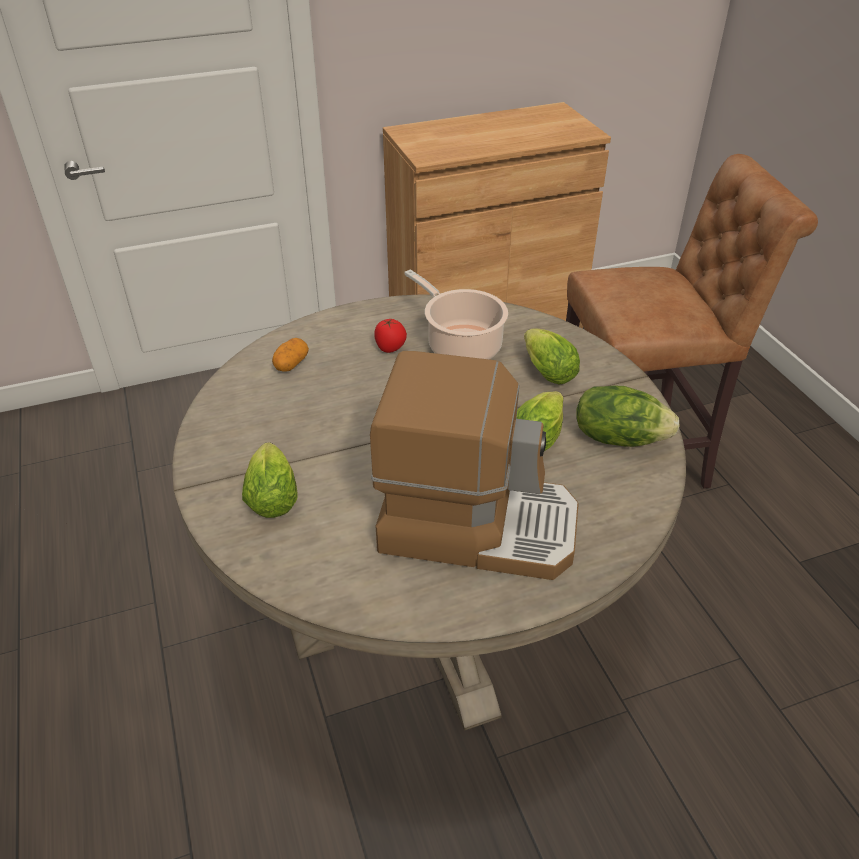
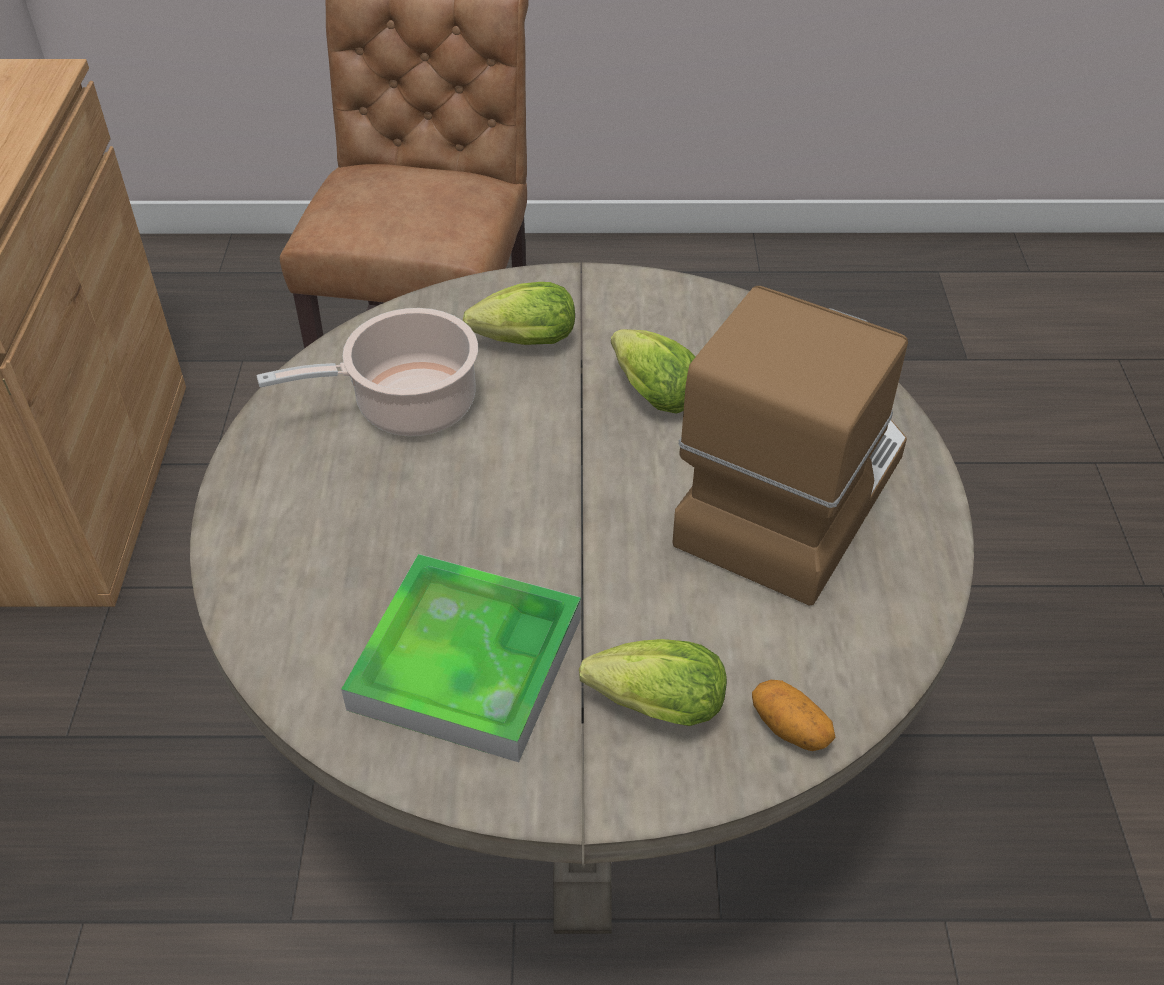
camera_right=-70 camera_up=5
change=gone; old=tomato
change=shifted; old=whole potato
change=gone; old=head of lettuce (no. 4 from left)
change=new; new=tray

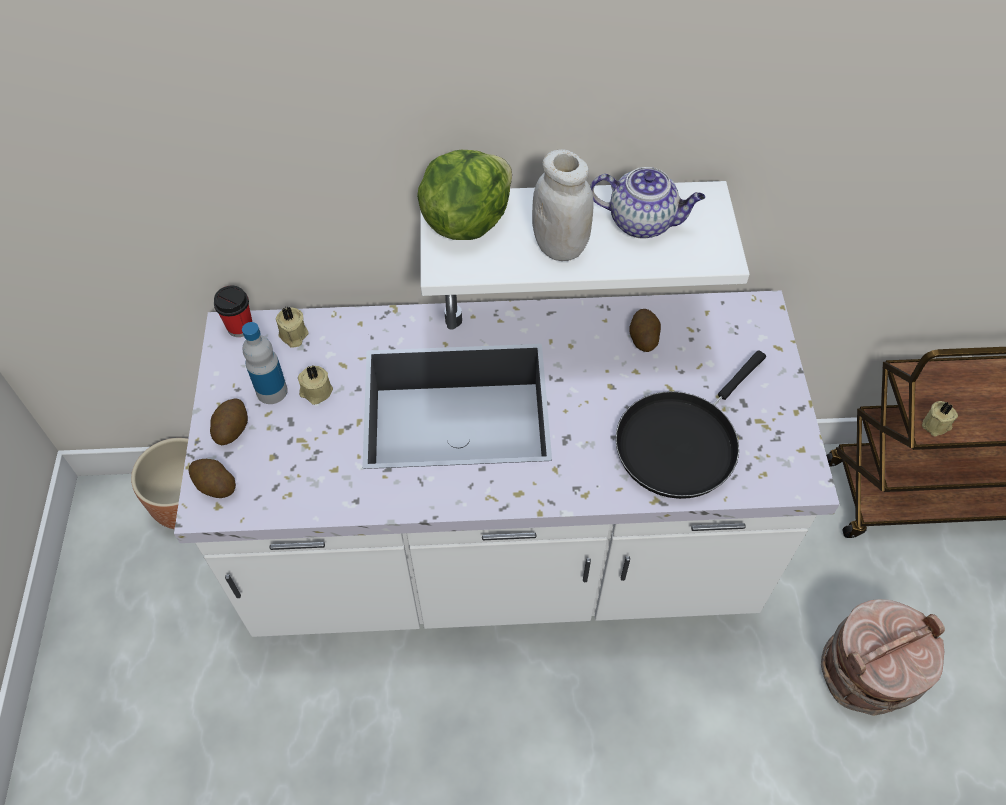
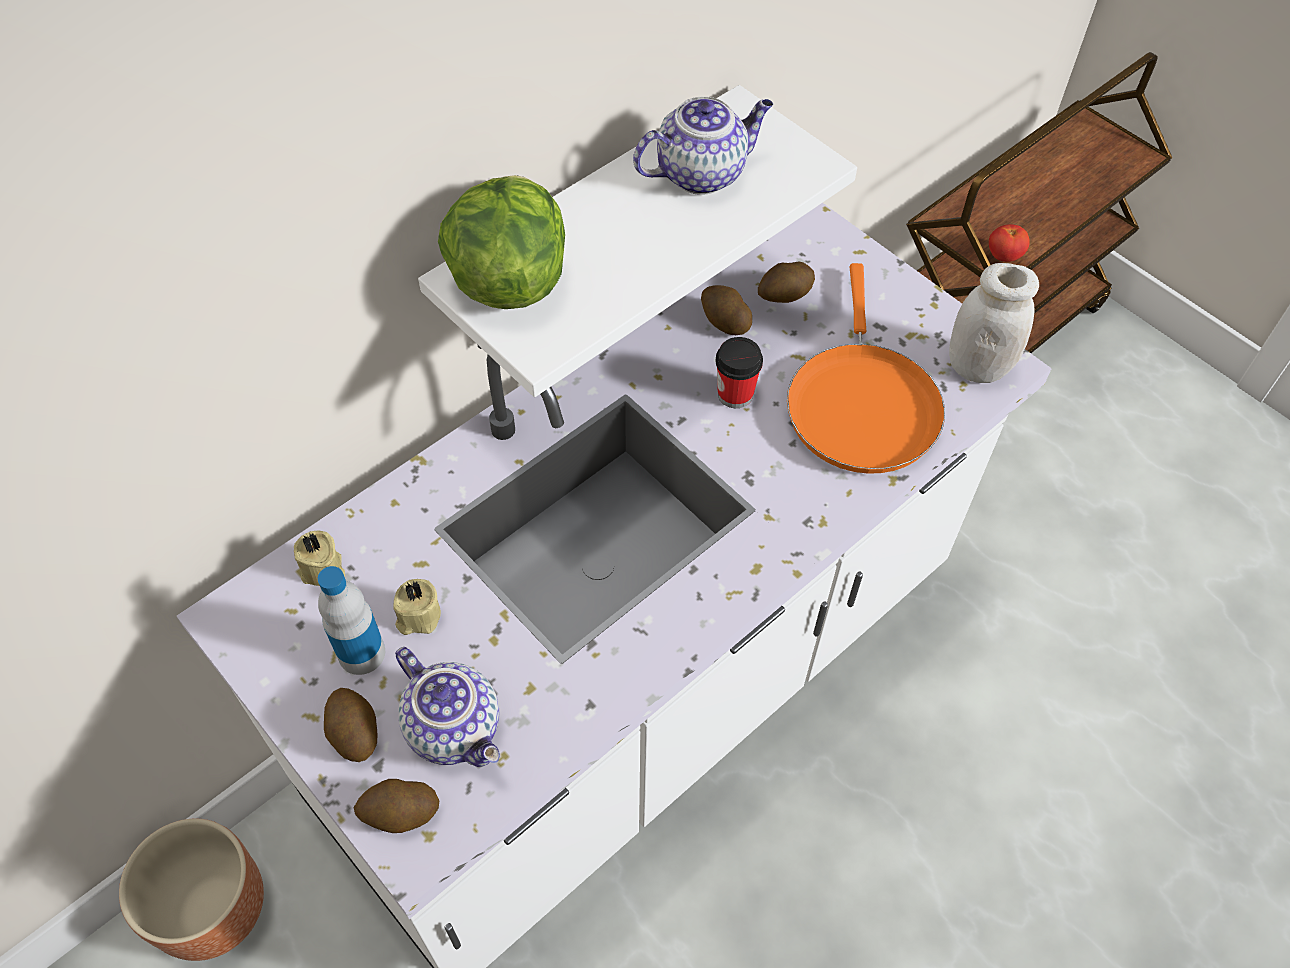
camera_right=-40 camera_up=0
change=shifted; old=white preserve jar
change=shifted; old=small cup
change=repainted; old=blackish pan; new=orange pan
change=swapped; old=beige-coloured candle (no. 3 from left); new=tomato
change=gone; old=brownish pail
change=new; new=whole potato (no. 4 from left)
change=new; new=tea pot (no. 1 from left)

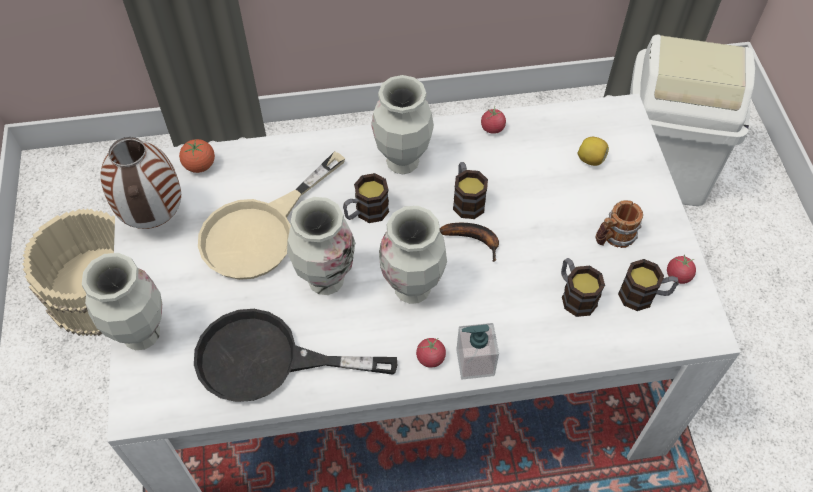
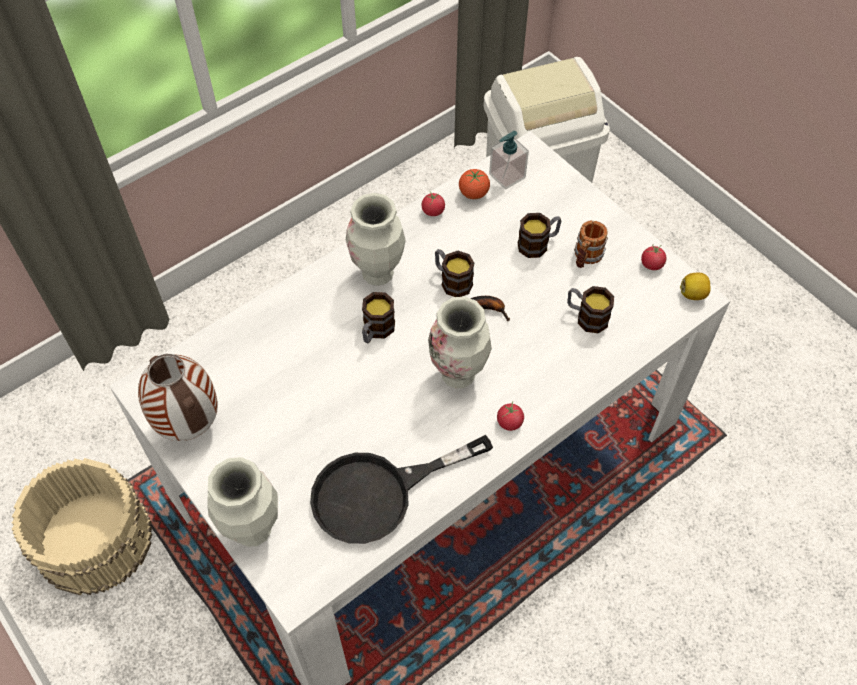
camera_right=-30 camera_up=0
change=shifted; old=whole lemon
change=shifted; old=tomato (no. 1 from left in the first image); new=tomato (no. 2 from left)
change=gone; old=beige-coloured pan
change=gone; old=vase (no. 3 from left)
change=shifted; old=tea mug (no. 5 from left in the first image); new=tea mug (no. 3 from left)
change=shifted; old=soap dispenser

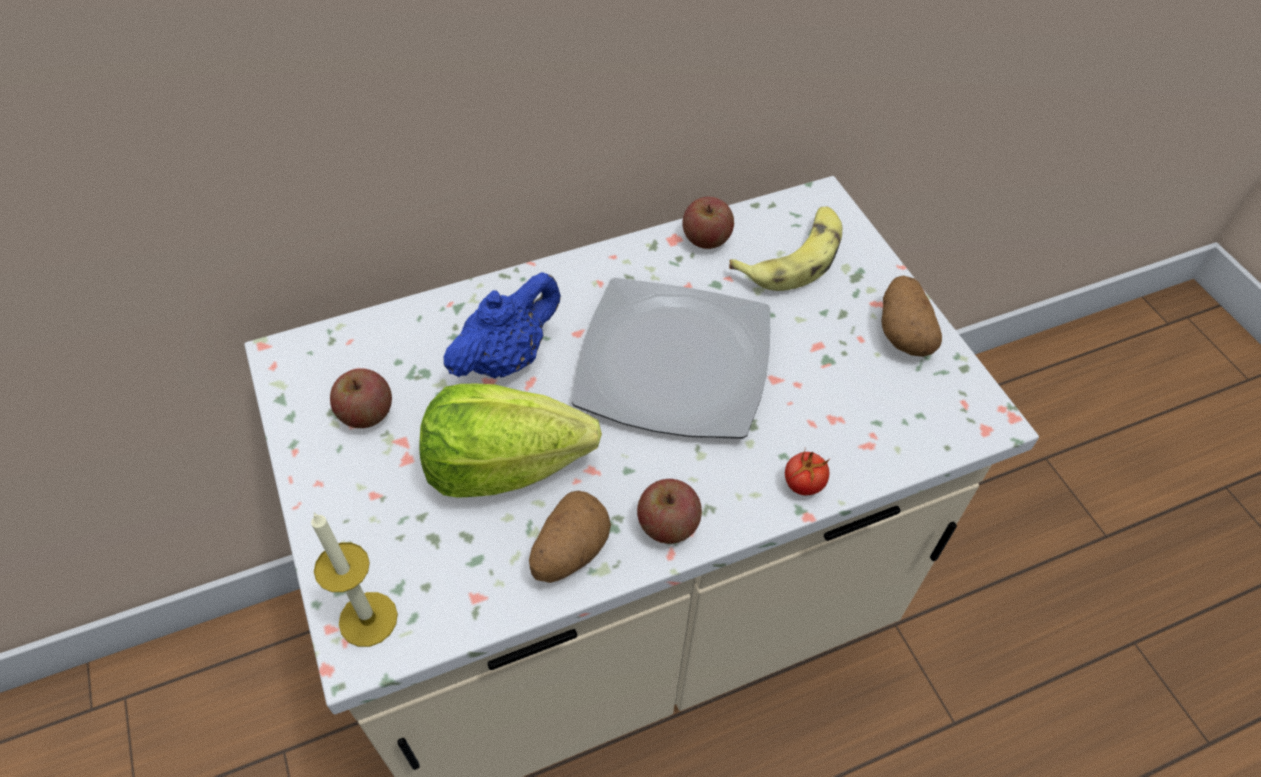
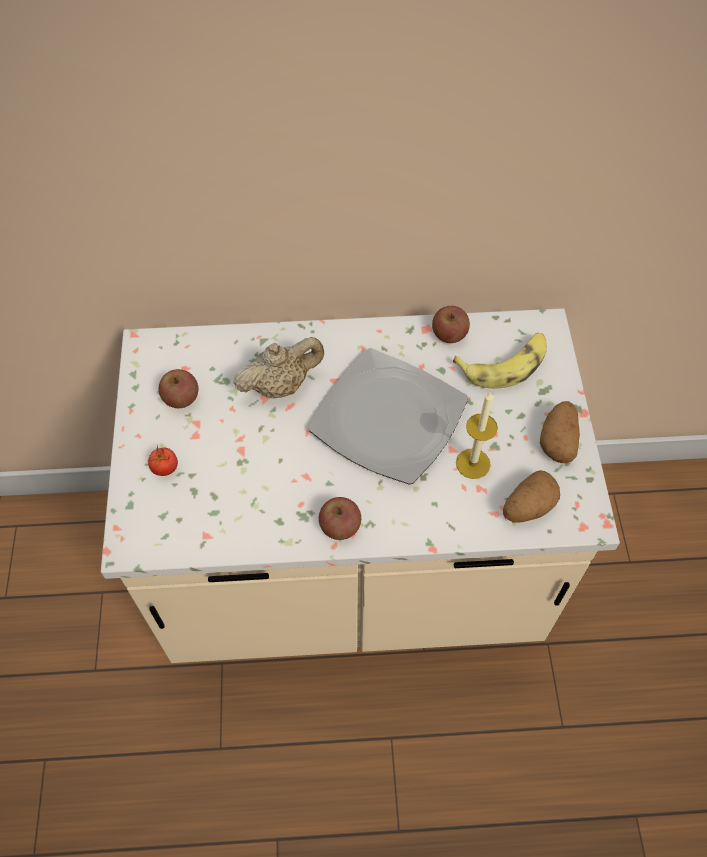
camera_right=20 camera_up=5
change=repainted; old=blue tea pot; new=beige-coloured tea pot
change=gone; old=head of lettuce
change=shifted; old=tomato
change=shifted; old=whole potato (no. 1 from left)
change=shifted; old=candle

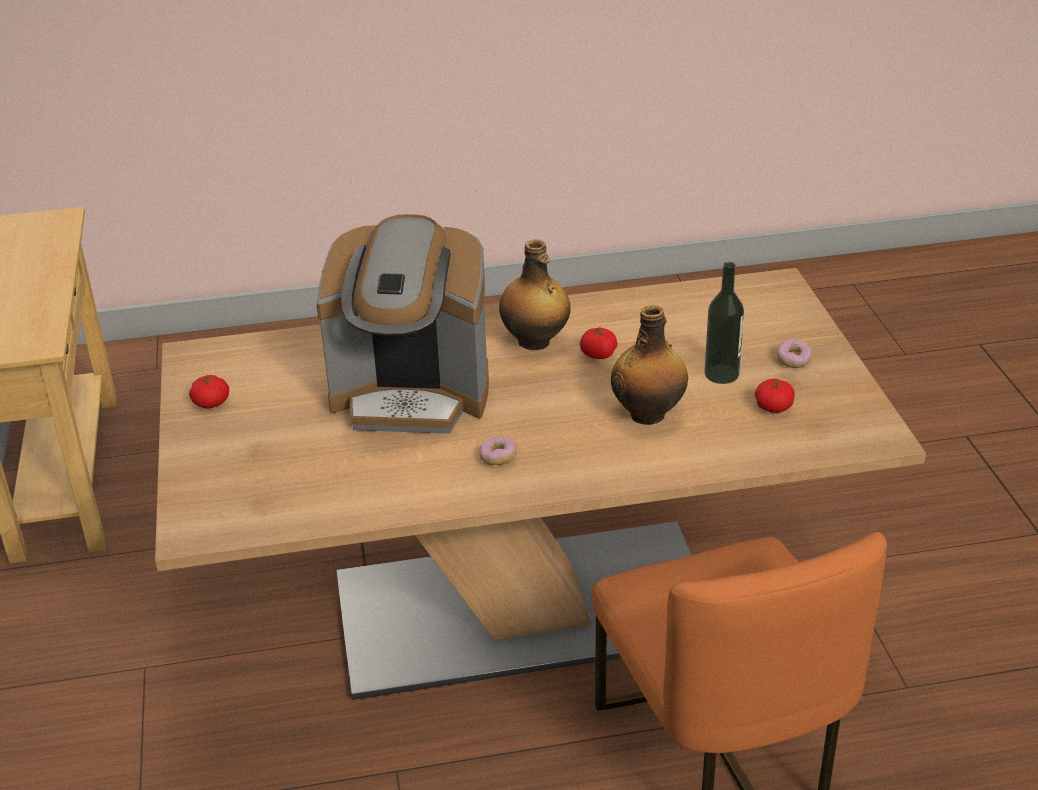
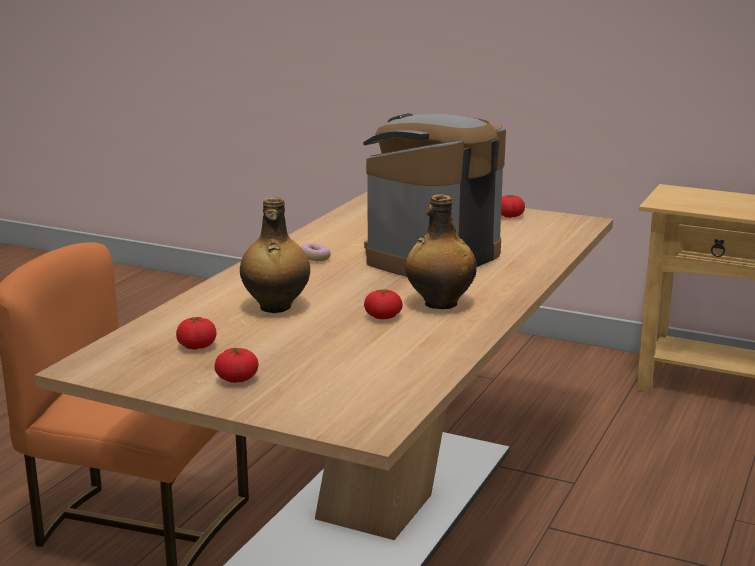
camera_right=125 camera_up=-15
change=gone; old=beverage bottle (no. 3 from left)
change=swapped; old=ring doughnut (no. 2 from left); new=tomato (no. 2 from left)

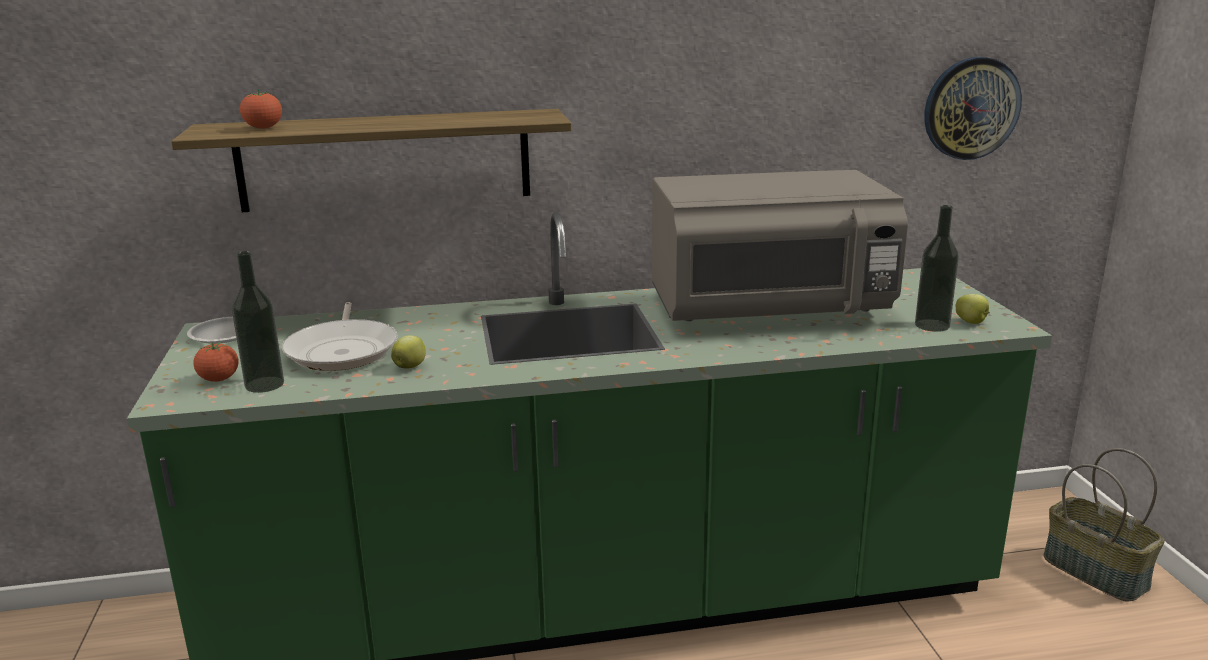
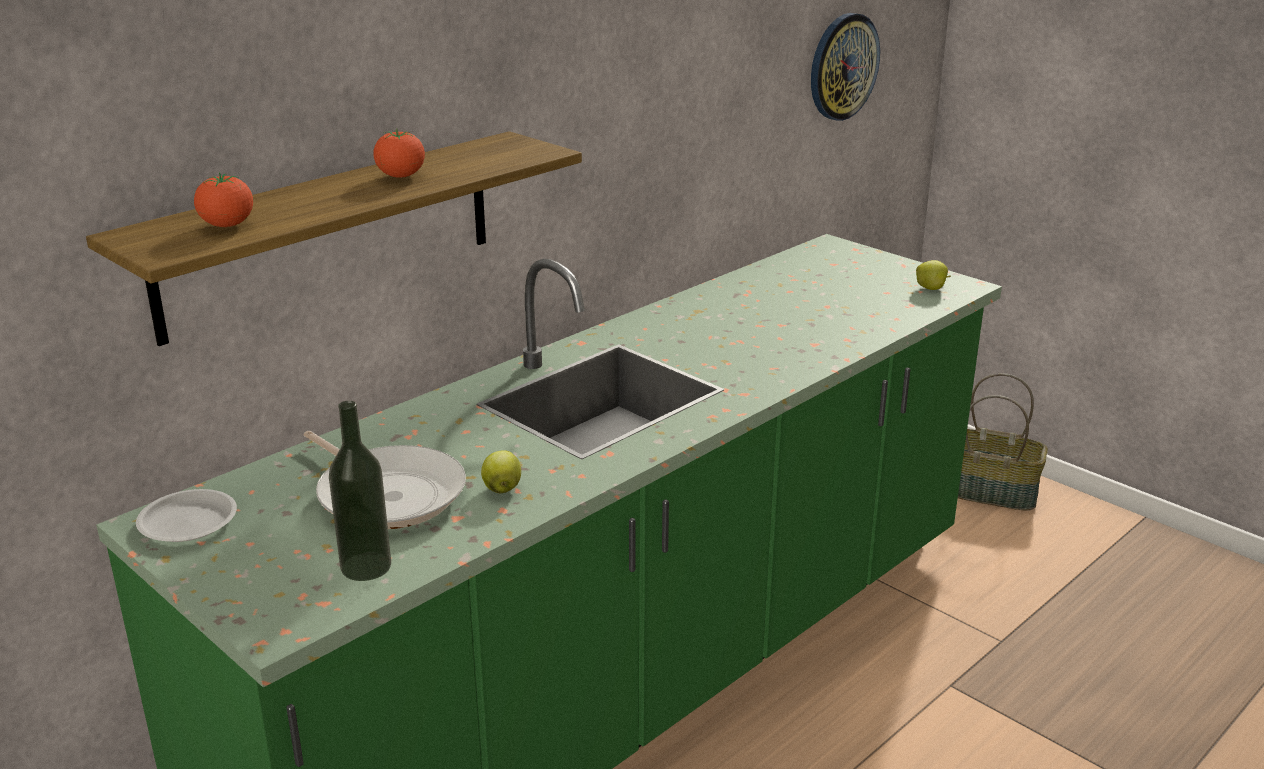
camera_right=-35 camera_up=5
change=gone; old=greyish microwave oven
change=gone; old=beverage bottle (no. 2 from left)
change=shifted; old=tomato (no. 1 from left in the first image); new=tomato (no. 2 from left)

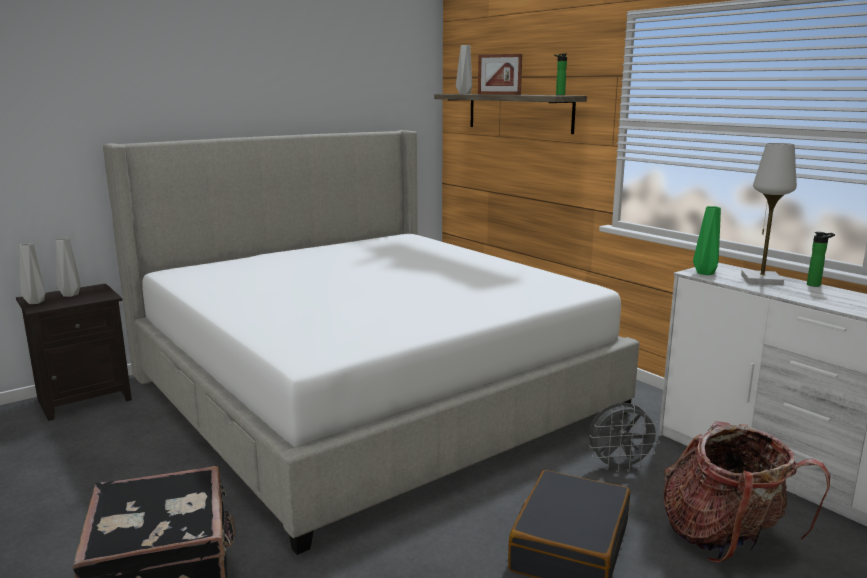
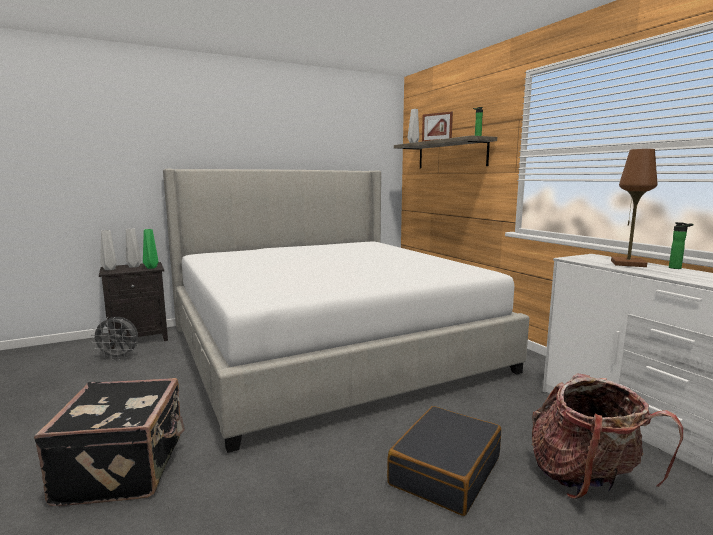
camera_right=10 camera_up=-5
change=repainted; old=white tabletop lamp; new=brownish tabletop lamp
change=shifted; old=green vase
change=shifted; old=greyish cooling fan

